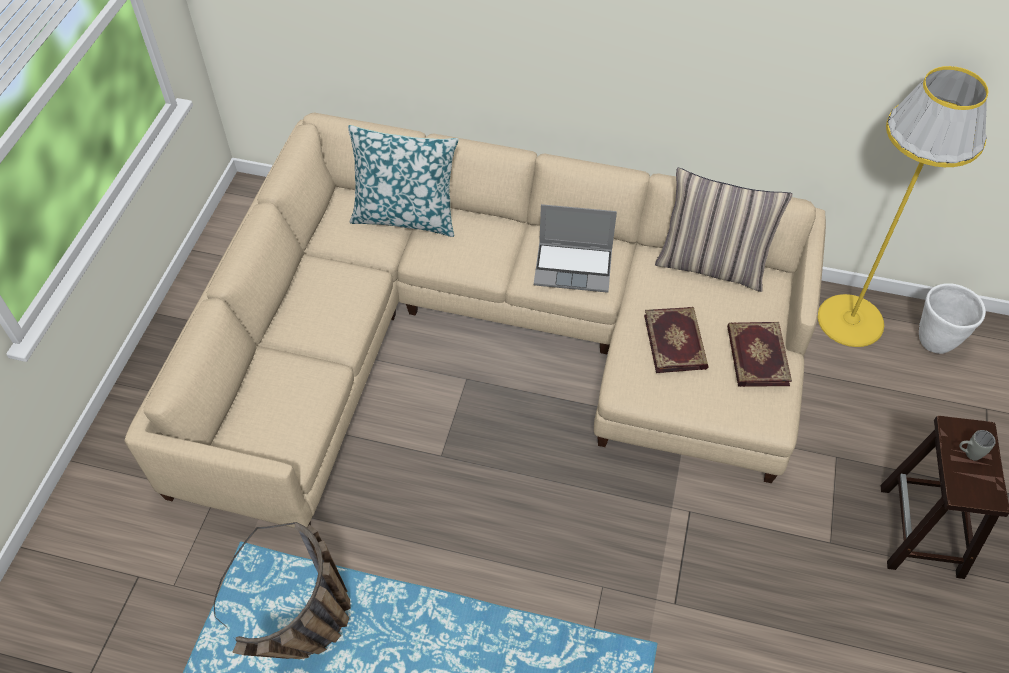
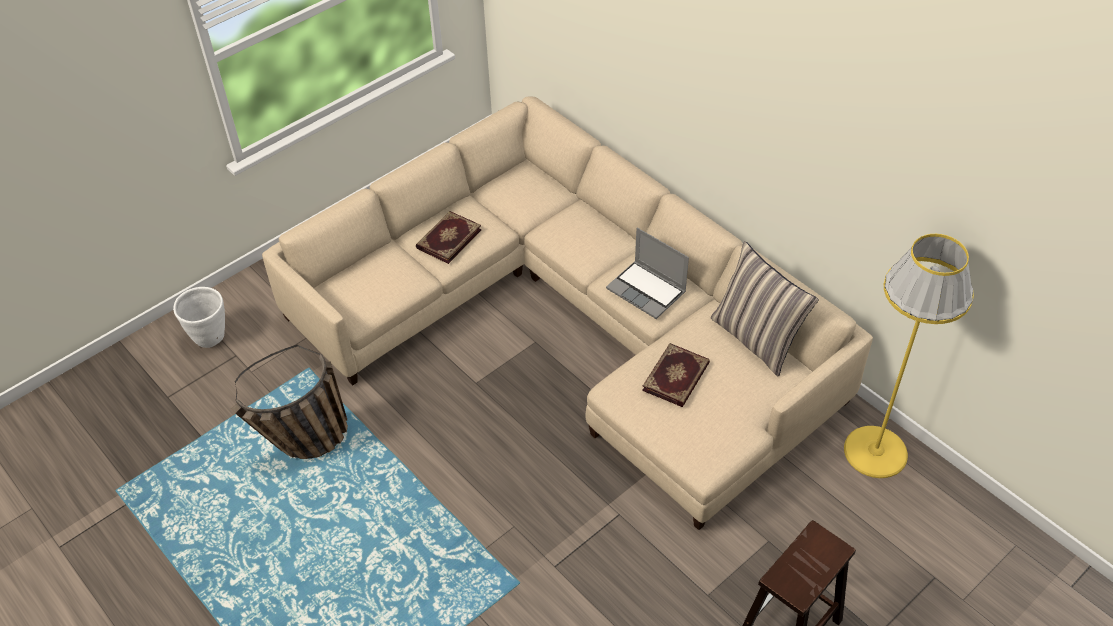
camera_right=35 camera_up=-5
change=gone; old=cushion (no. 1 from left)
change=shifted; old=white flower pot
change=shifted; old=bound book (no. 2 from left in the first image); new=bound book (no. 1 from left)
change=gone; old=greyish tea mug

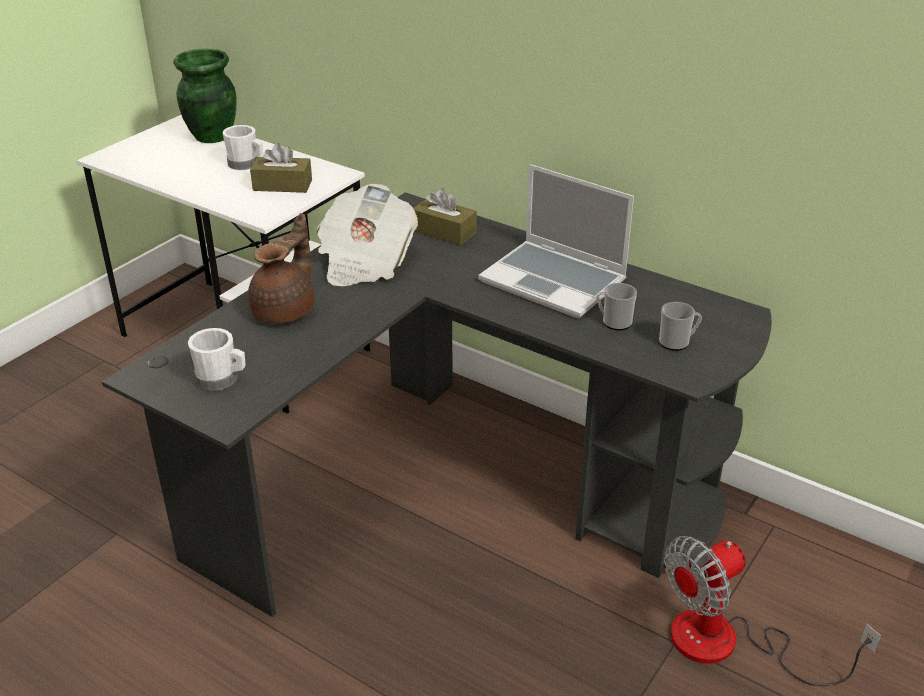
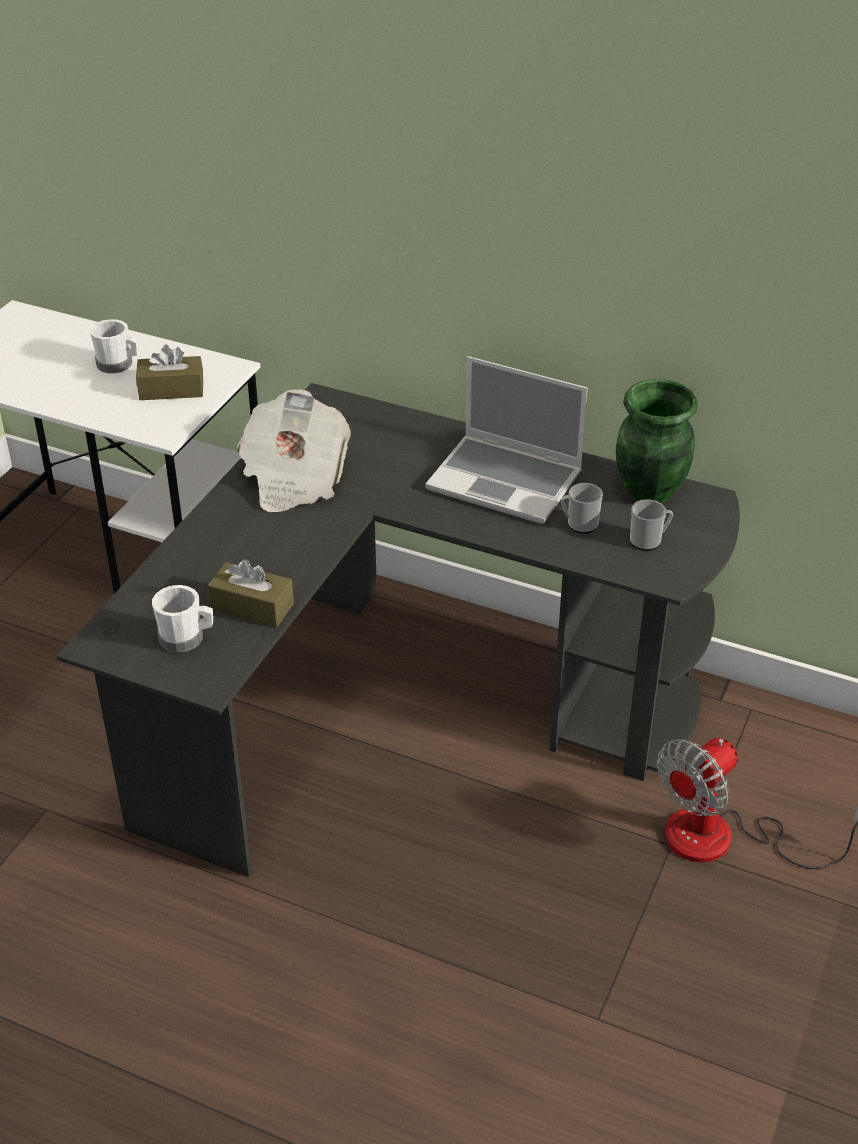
camera_right=-10 camera_up=5
change=shifted; old=green vase
change=shifted; old=brownish tissue holder (no. 2 from left)
change=gone; old=brownish tea pot

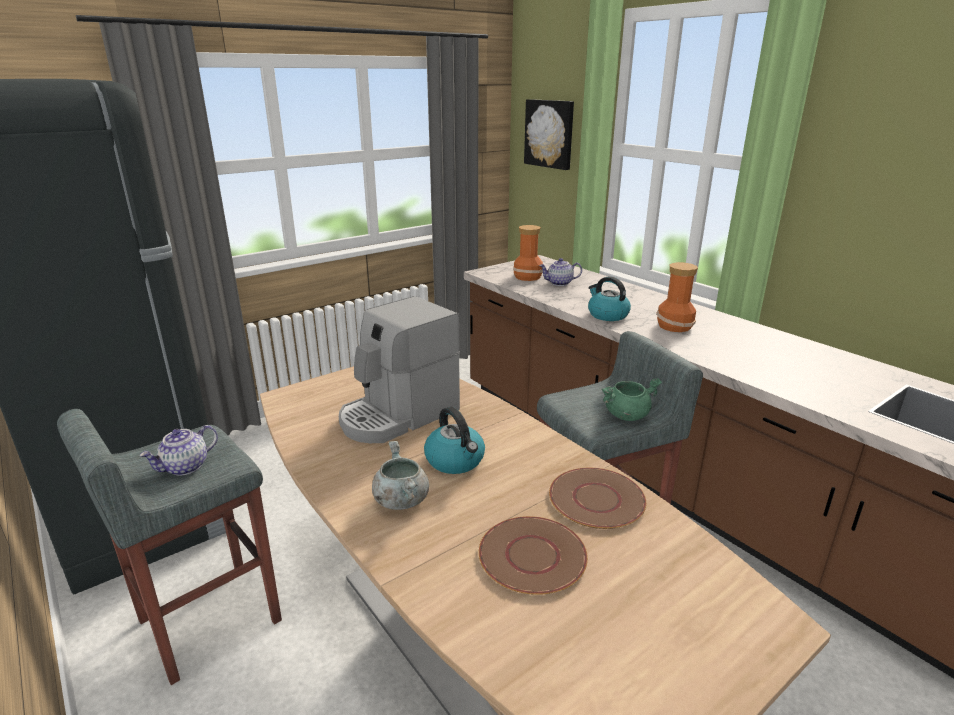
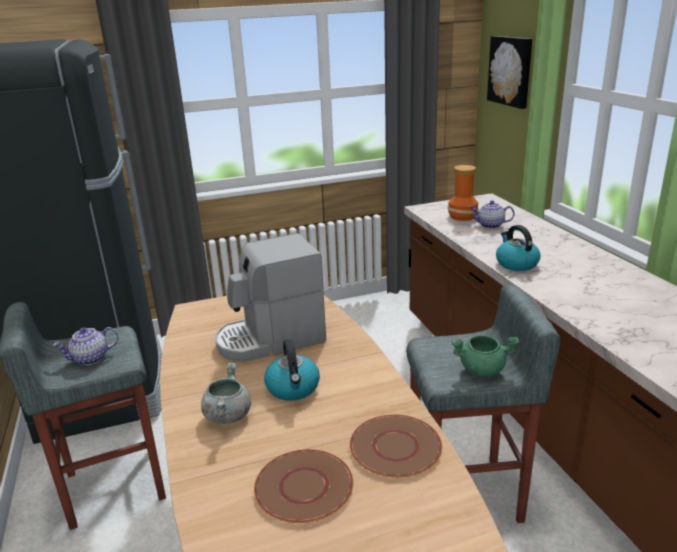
camera_right=20 camera_up=0
change=gone; old=vase (no. 2 from left)

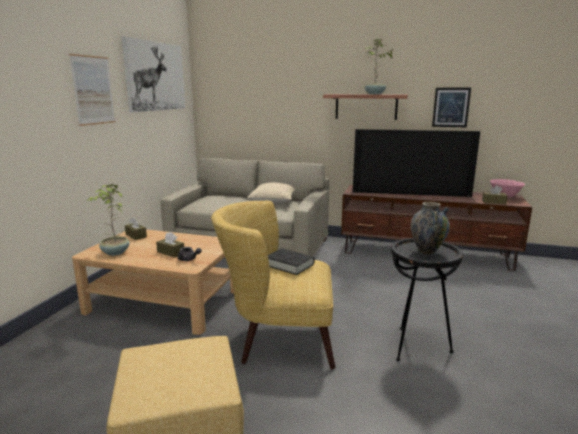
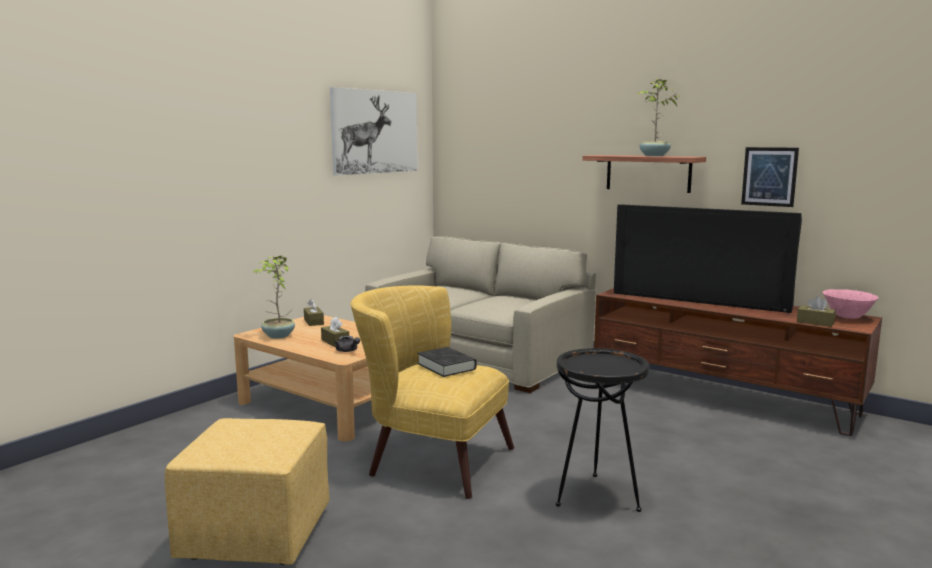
camera_right=20 camera_up=-5
change=gone; old=wall art (no. 1 from left)
change=gone; old=beige-coloured cushion
change=gone; old=vase

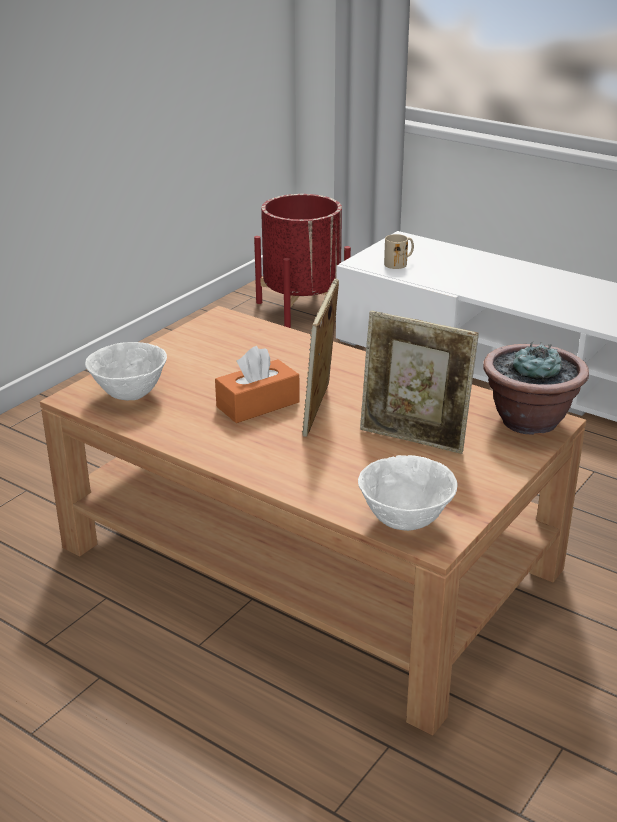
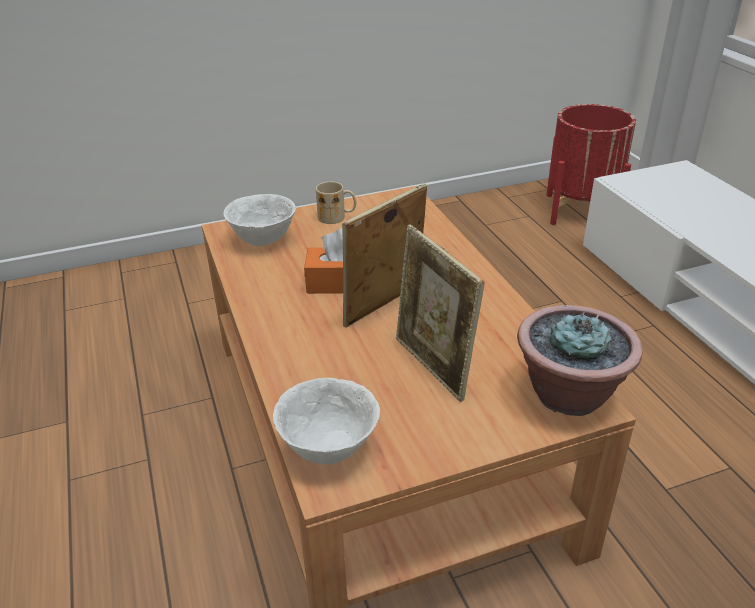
camera_right=35 camera_up=5
change=shifted; old=beige-coloured tea mug

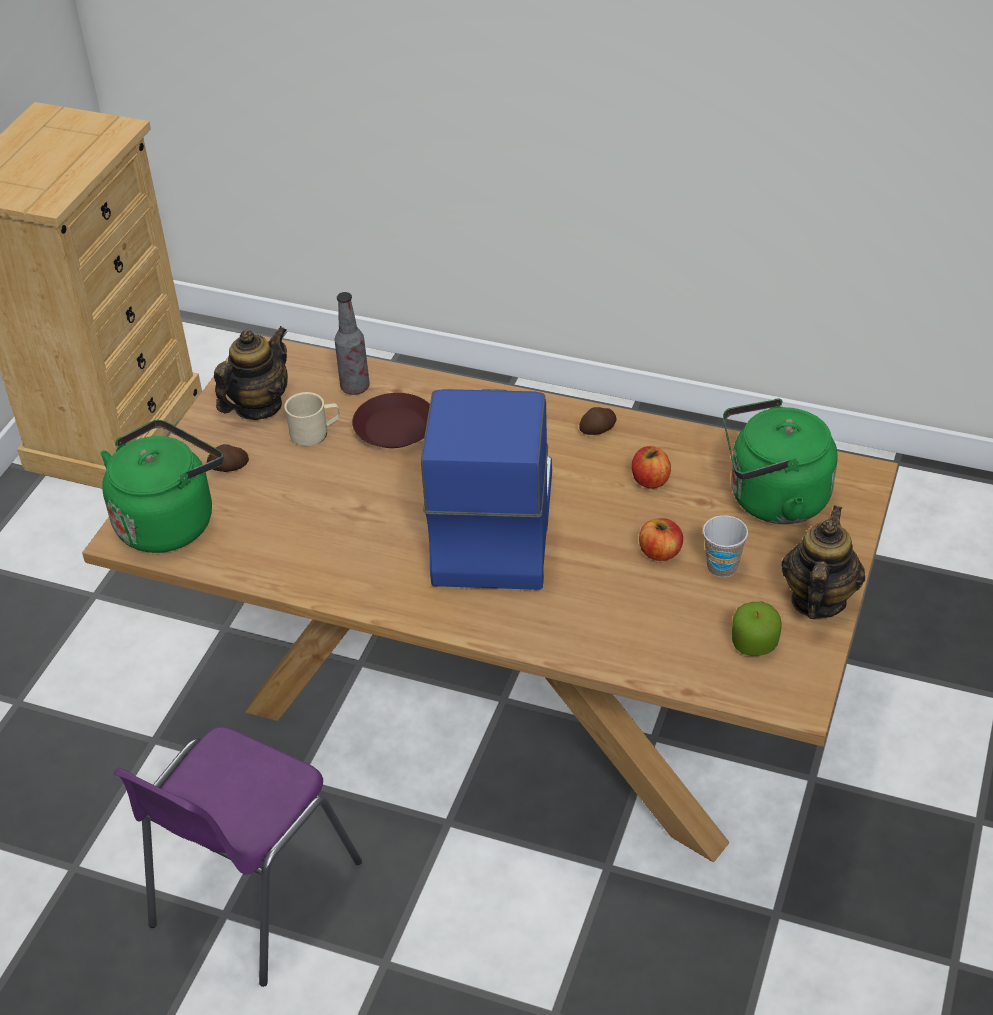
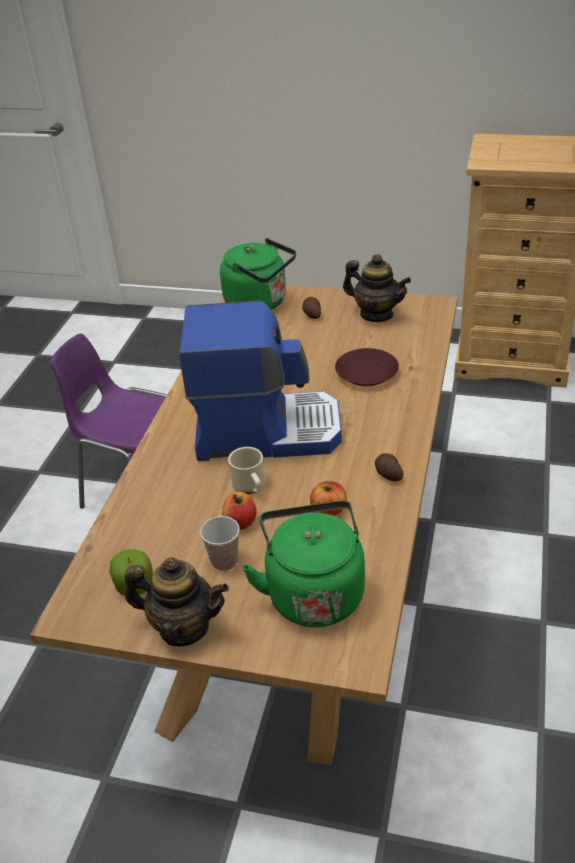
camera_right=85 camera_up=-5
change=gone; old=beverage bottle
change=shifted; old=beige-coloured tea mug

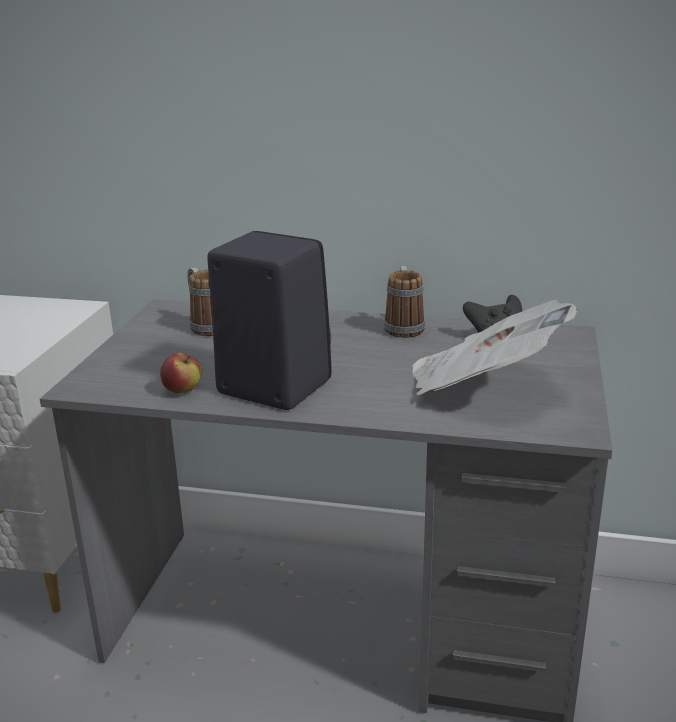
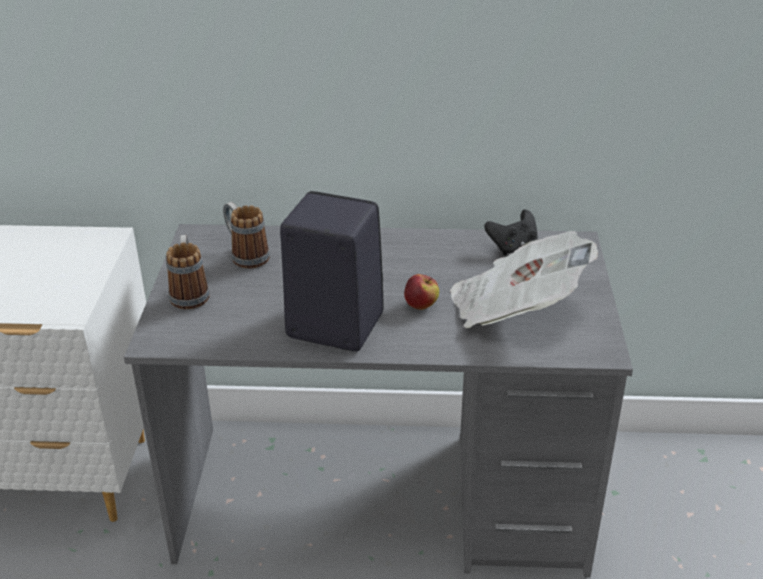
camera_right=-10 camera_up=10
change=shifted; old=tea mug (no. 2 from left in the first image); new=tea mug (no. 1 from left)
change=shifted; old=whole apple

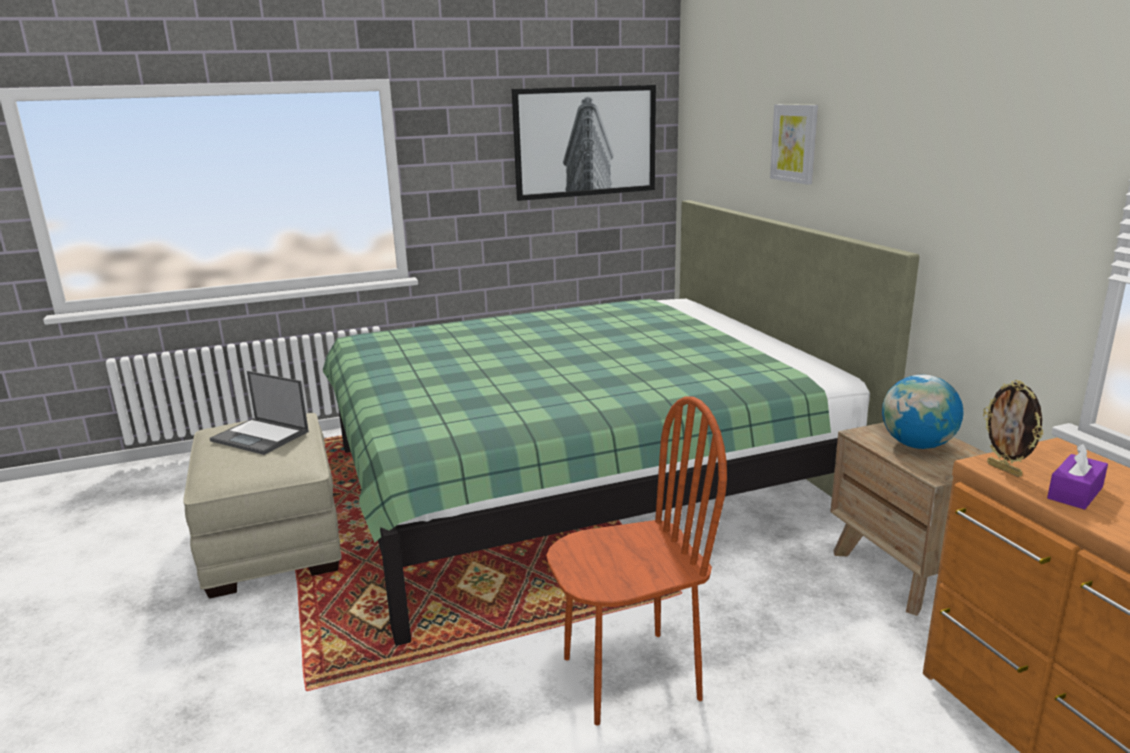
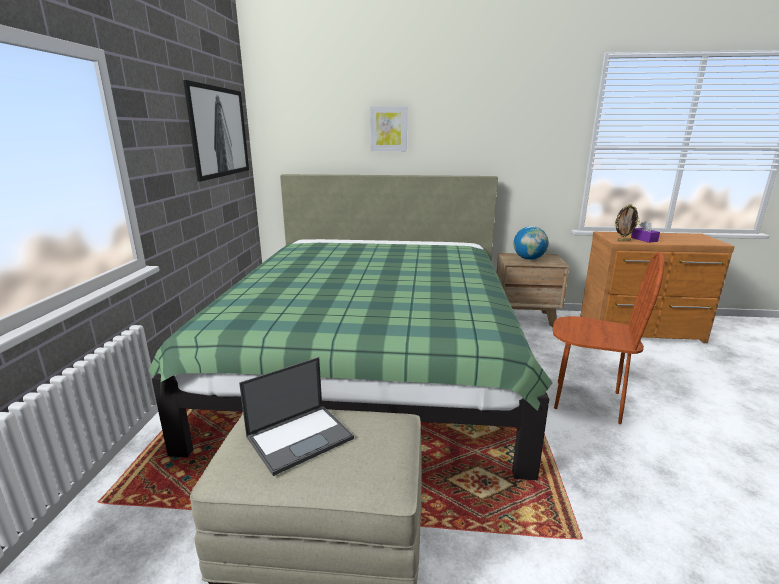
camera_right=-65 camera_up=0
change=rotated; old=brownish upright chair; degrees=105

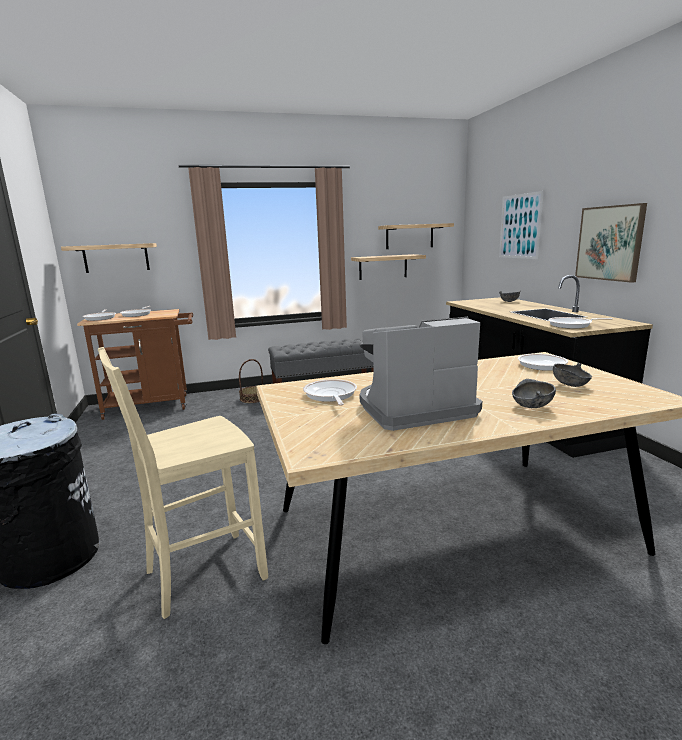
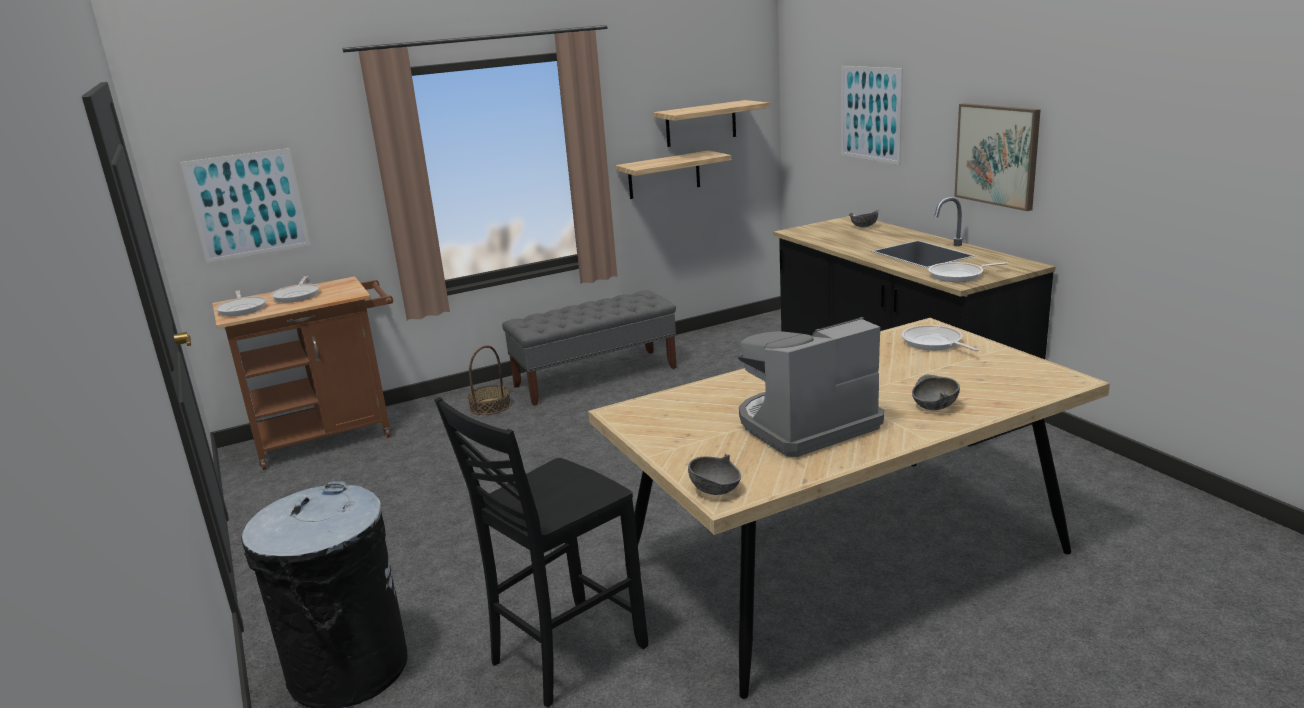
camera_right=-10 camera_up=5
change=swapped; old=shelf (no. 1 from left); new=wall art (no. 1 from left)
change=repainted; old=beige-coloured upright chair; new=blackish upright chair
change=shifted; old=greyish serving bowl (no. 3 from left in the first image); new=greyish serving bowl (no. 1 from left)
change=gone; old=pan (no. 3 from left)

